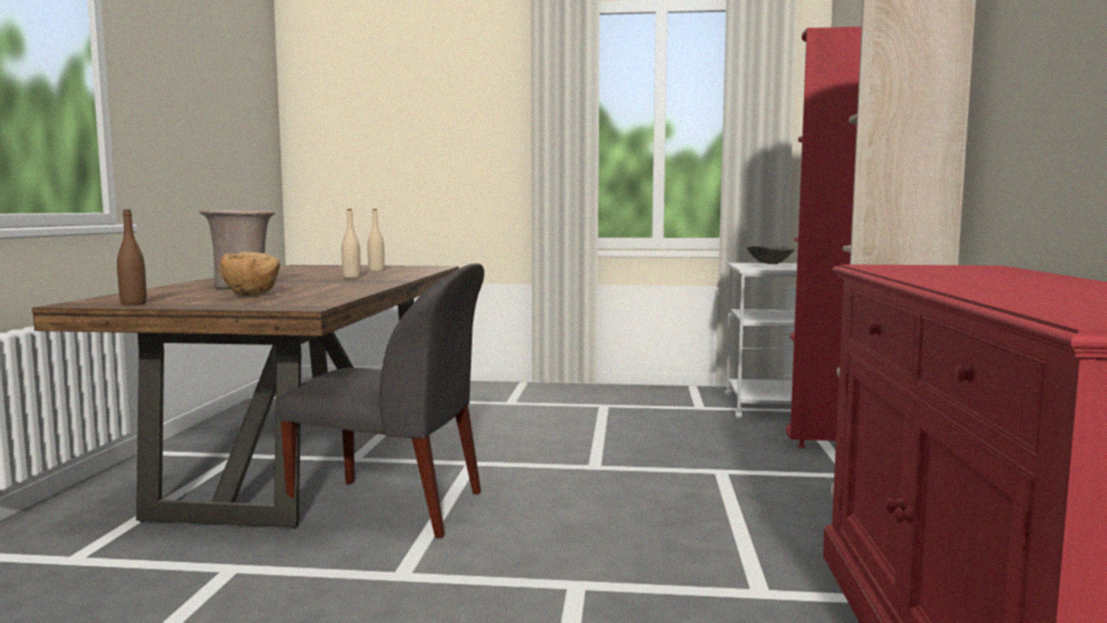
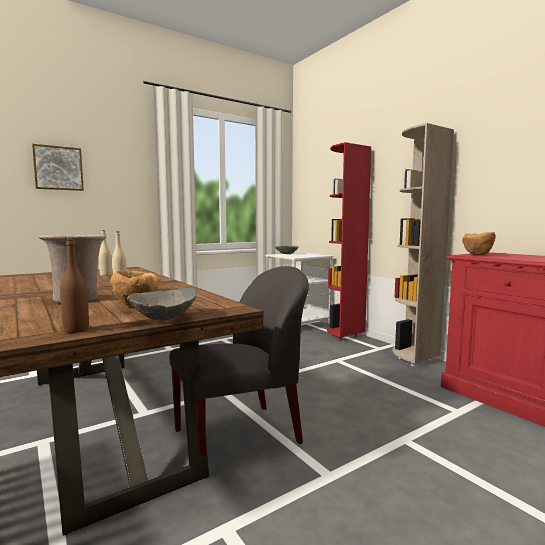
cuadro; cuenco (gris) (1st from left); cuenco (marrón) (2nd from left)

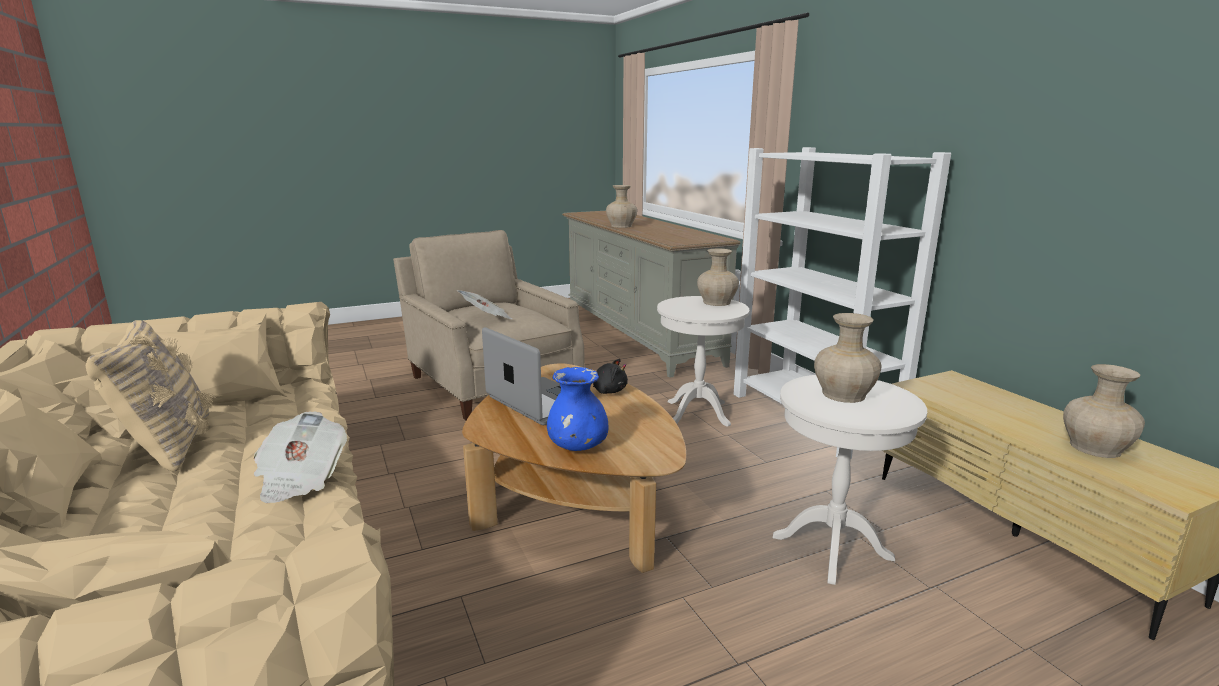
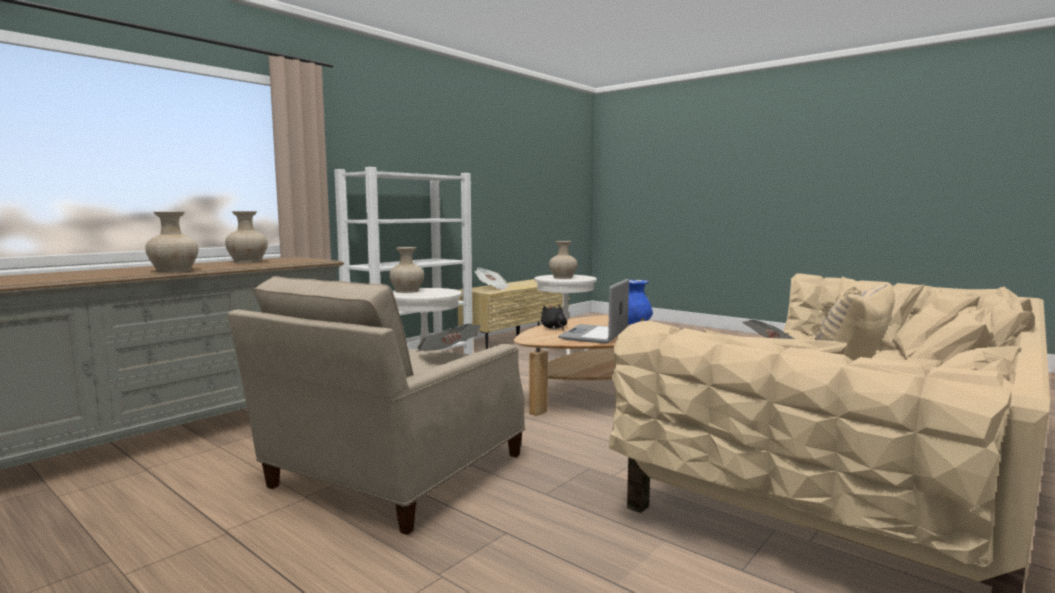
periódico (2nd from left); florero (beis) (2nd from left)

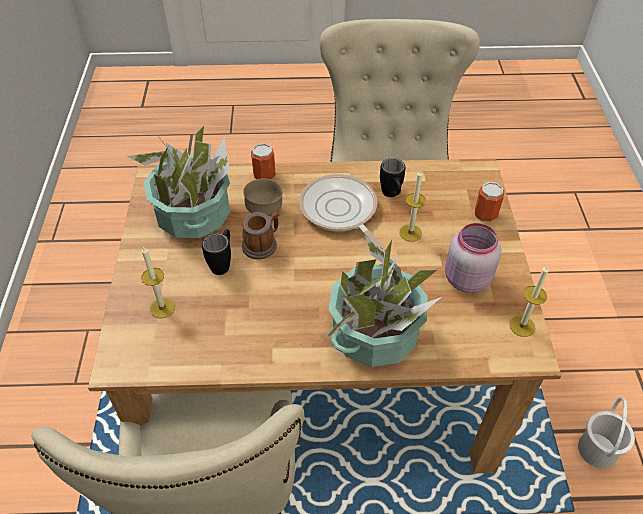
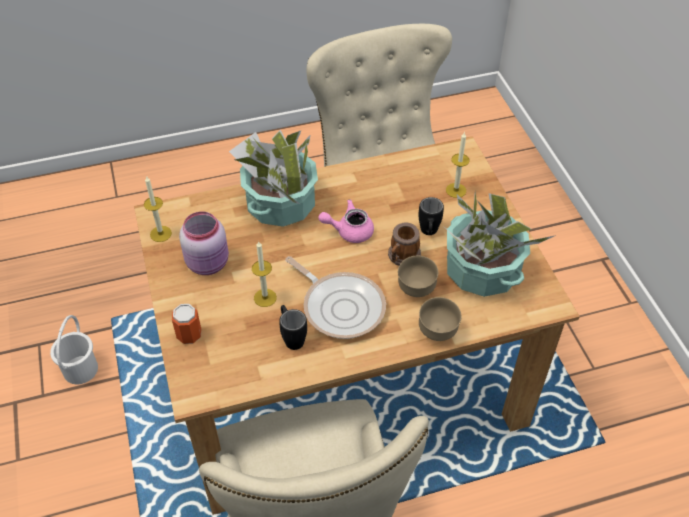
tetera (rosa); cuenco (marrón) (2nd from left)

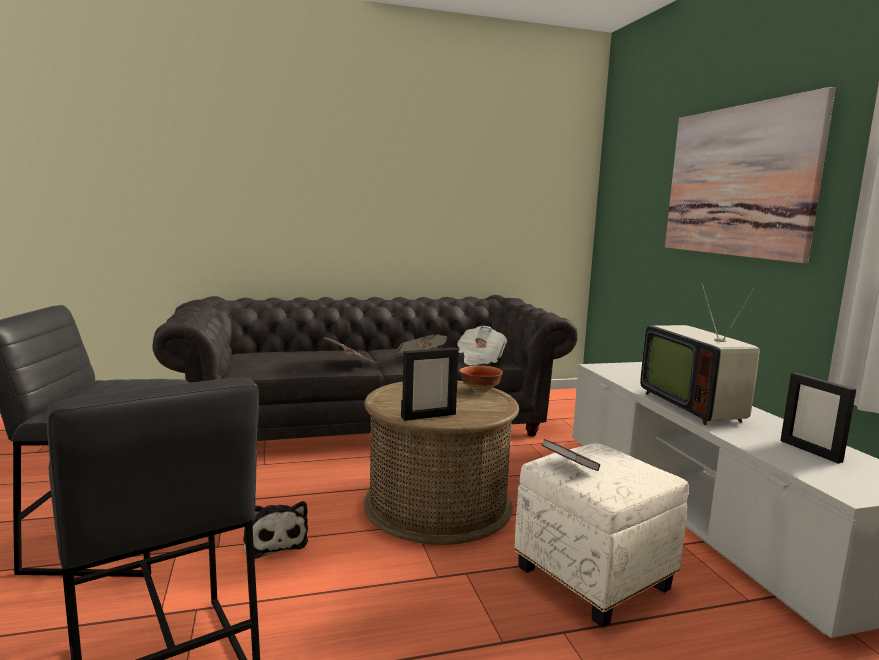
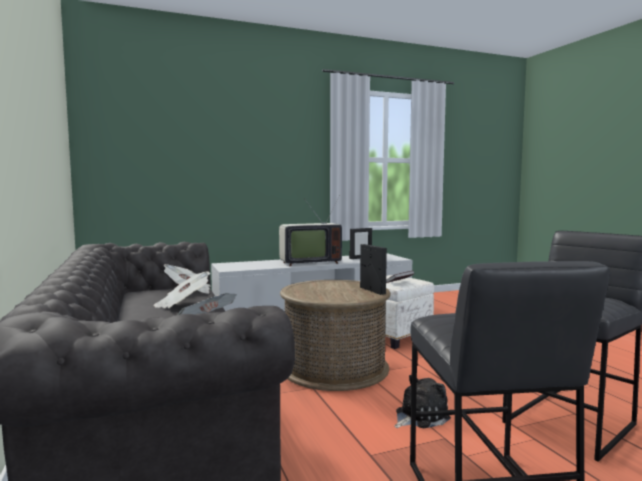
cuenco; cuadro

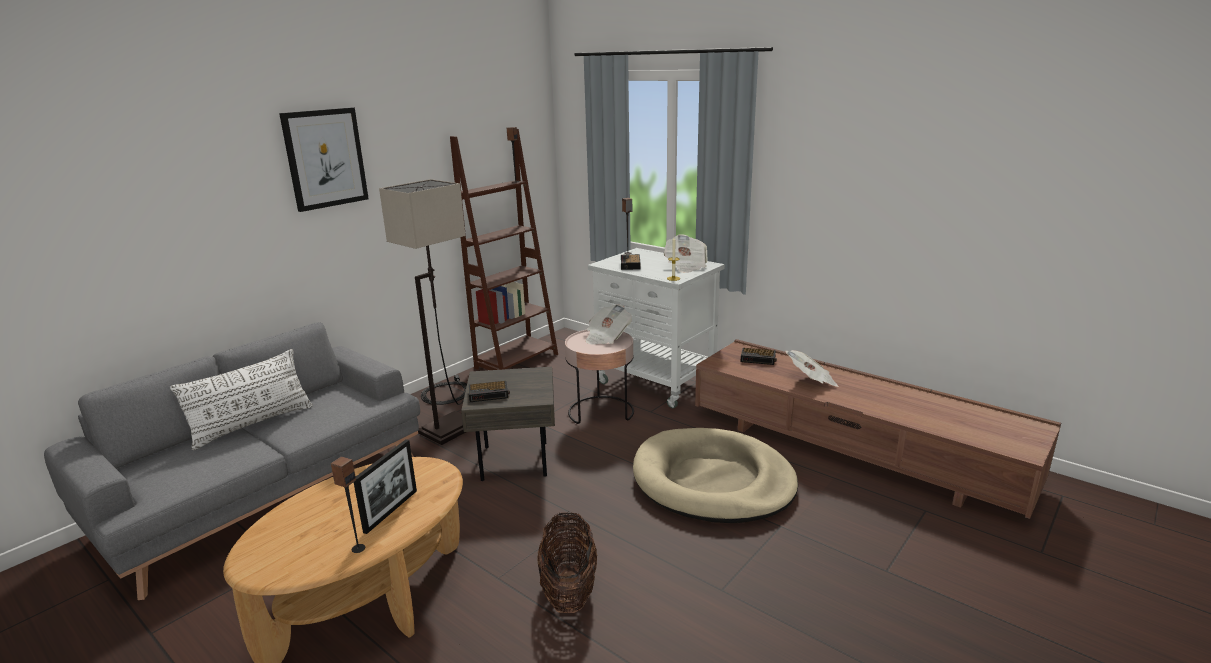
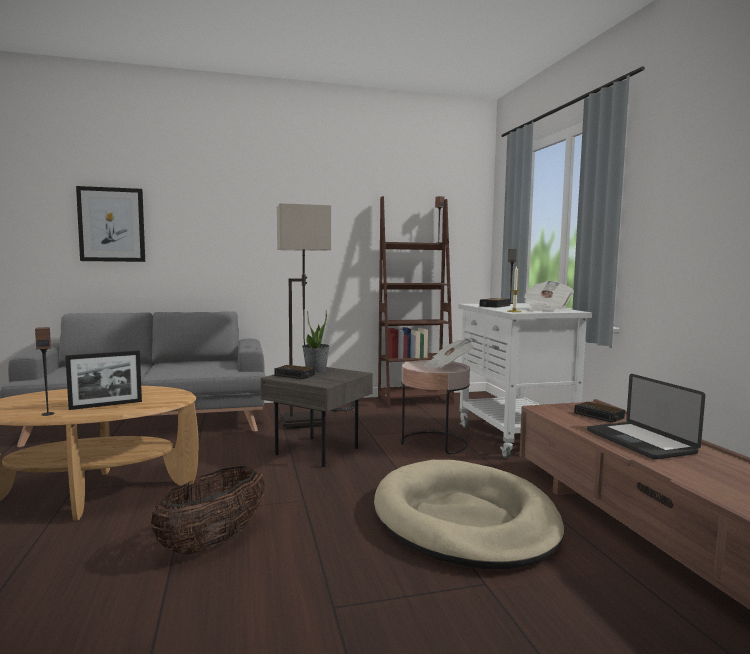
cojín (blanco); planta en maceta; cuadro; portátil

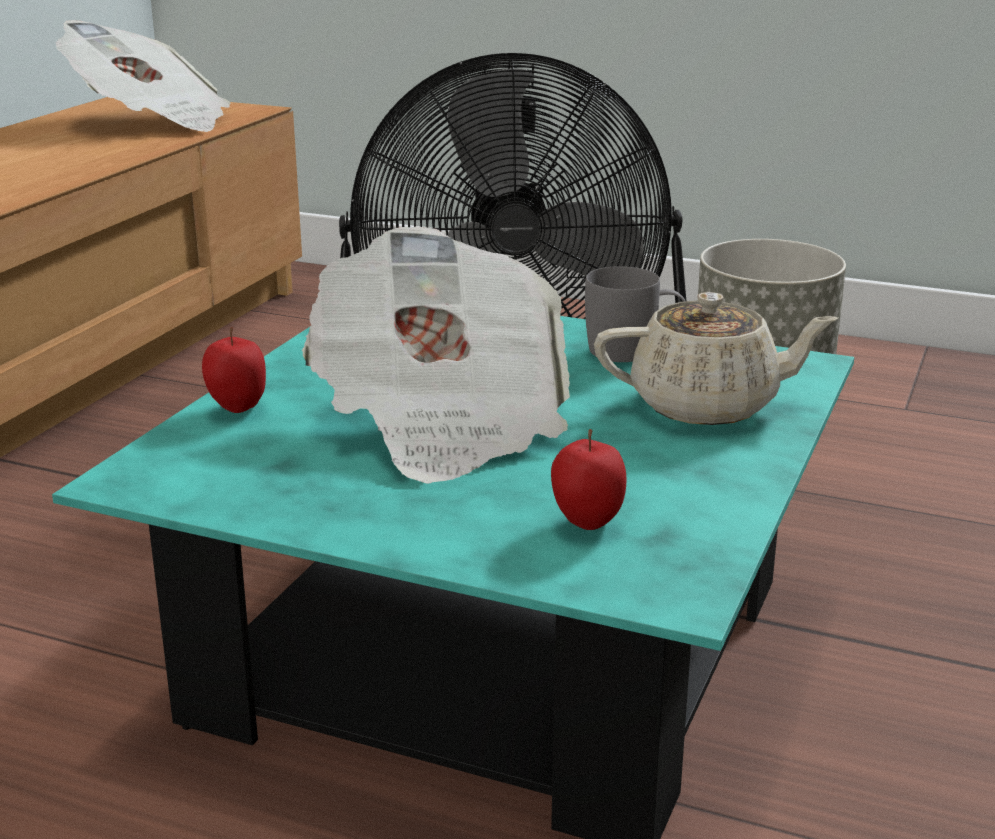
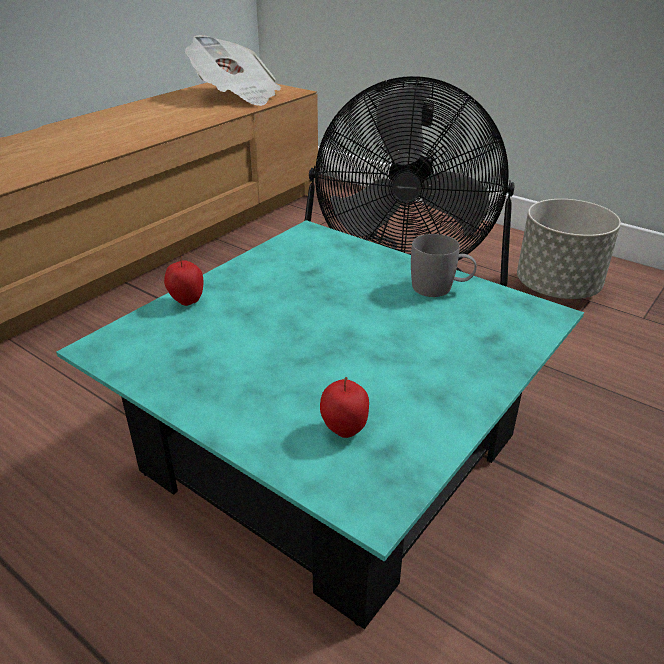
periódico (2nd from left in the first image); tetera (beis)

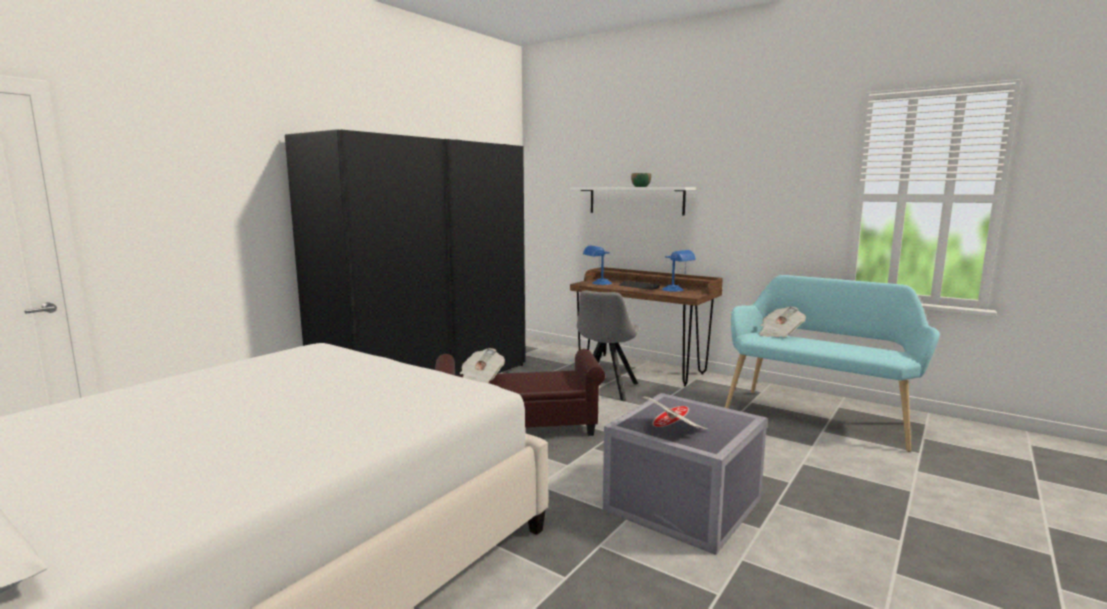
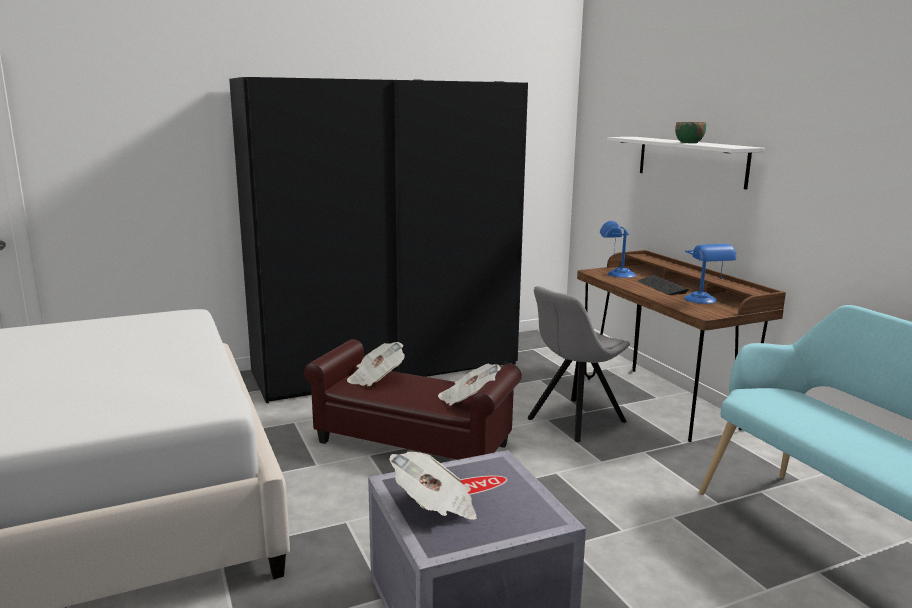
periódico (3rd from left)

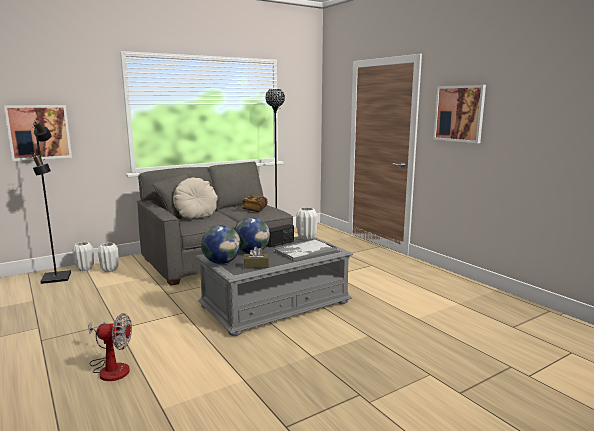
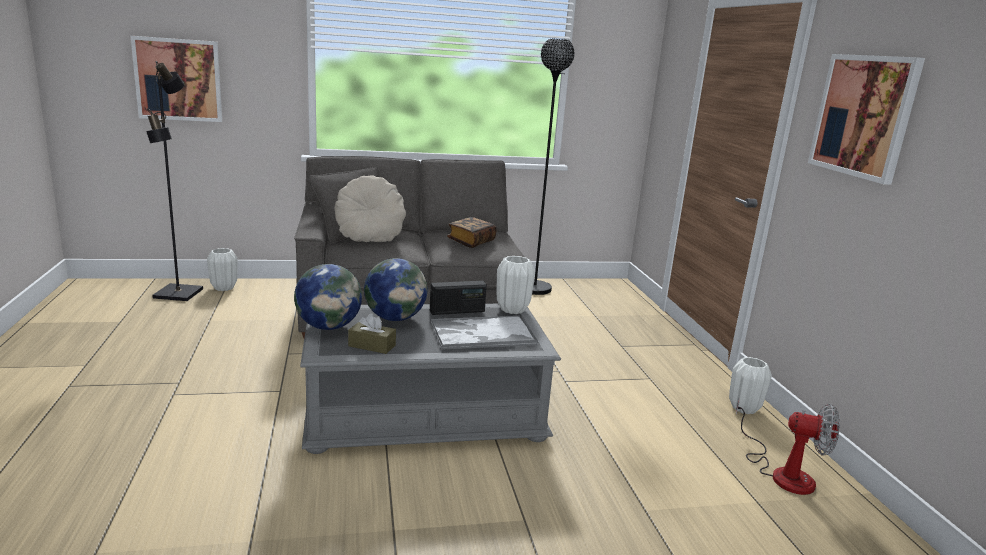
ventilador; florero (blanco) (3rd from left)

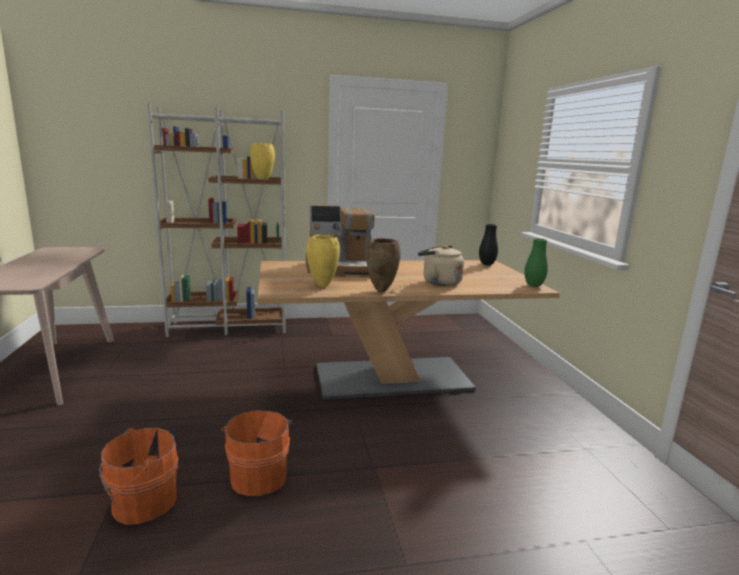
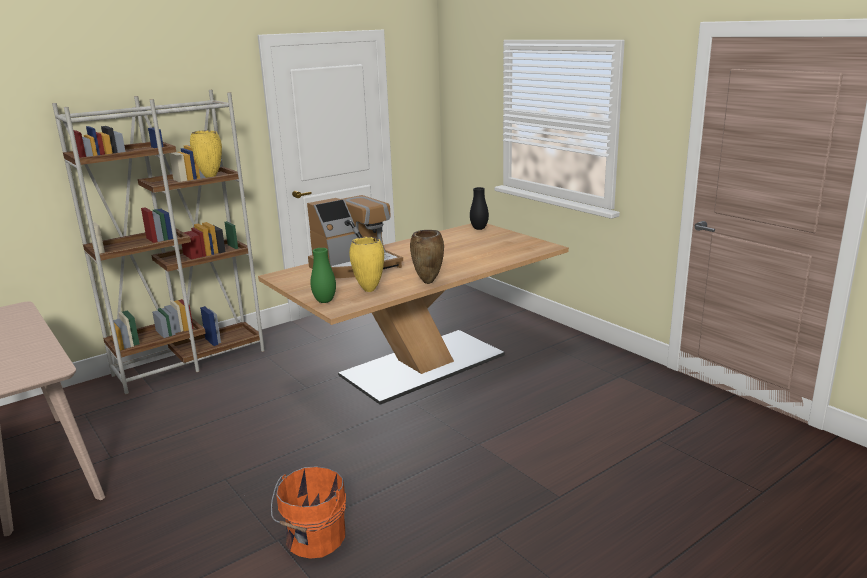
cubo (naranja) (2nd from left in the first image); hervidor (beis); florero (verde)

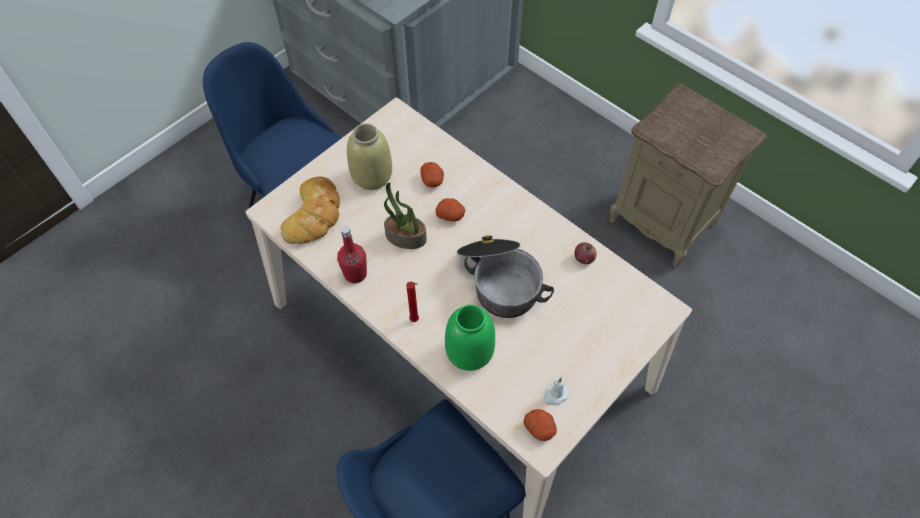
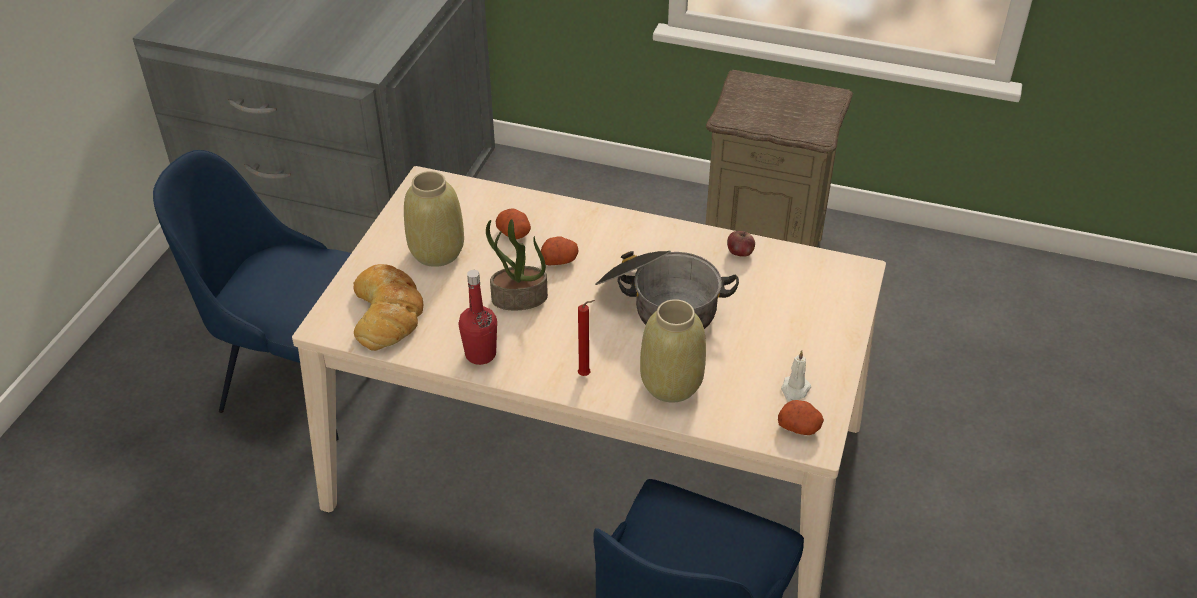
florero (beis) (2nd from left)

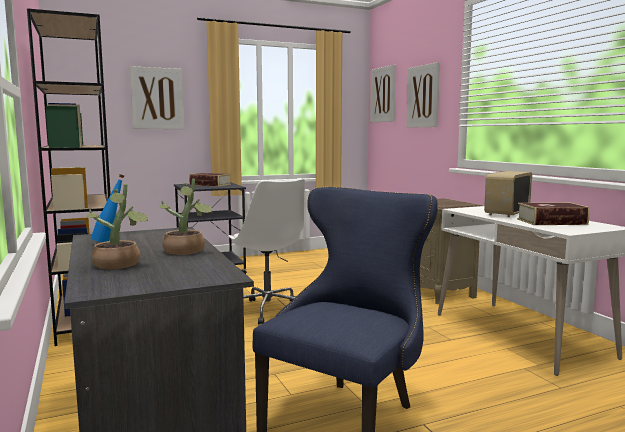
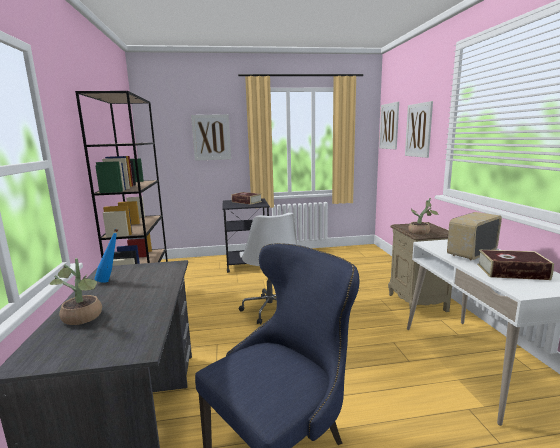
planta en maceta (2nd from left)

